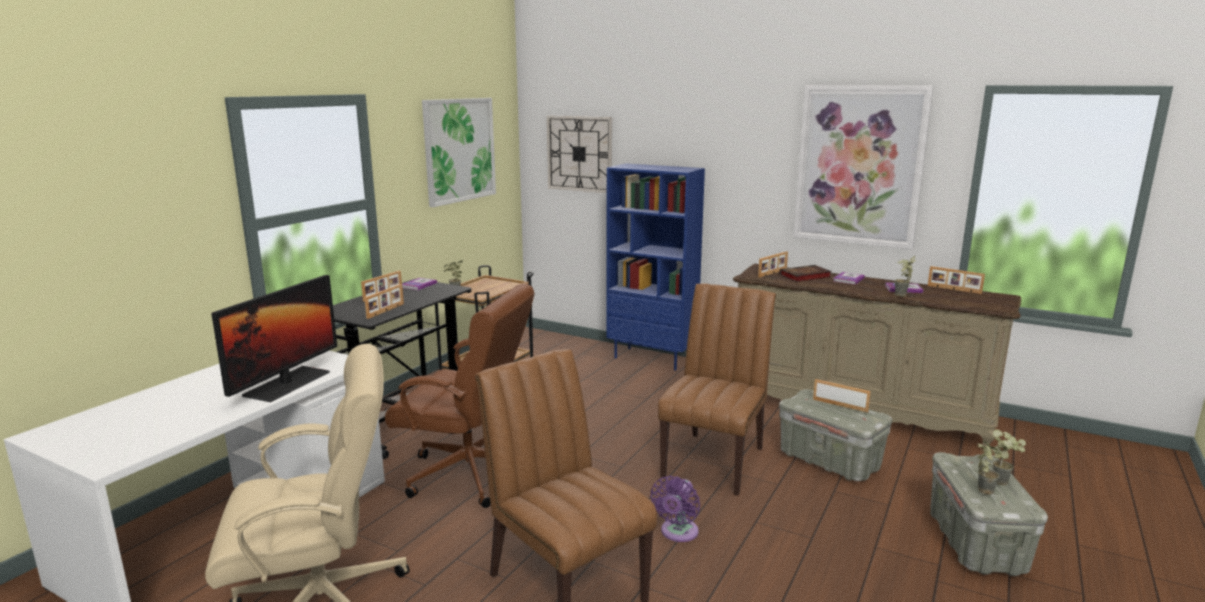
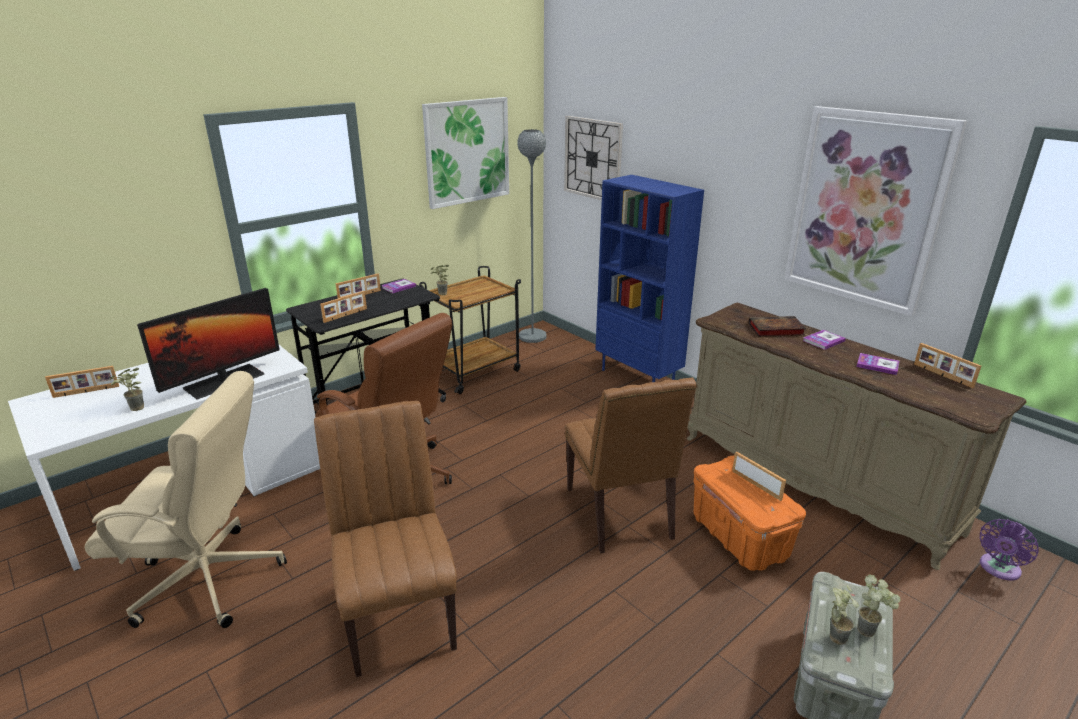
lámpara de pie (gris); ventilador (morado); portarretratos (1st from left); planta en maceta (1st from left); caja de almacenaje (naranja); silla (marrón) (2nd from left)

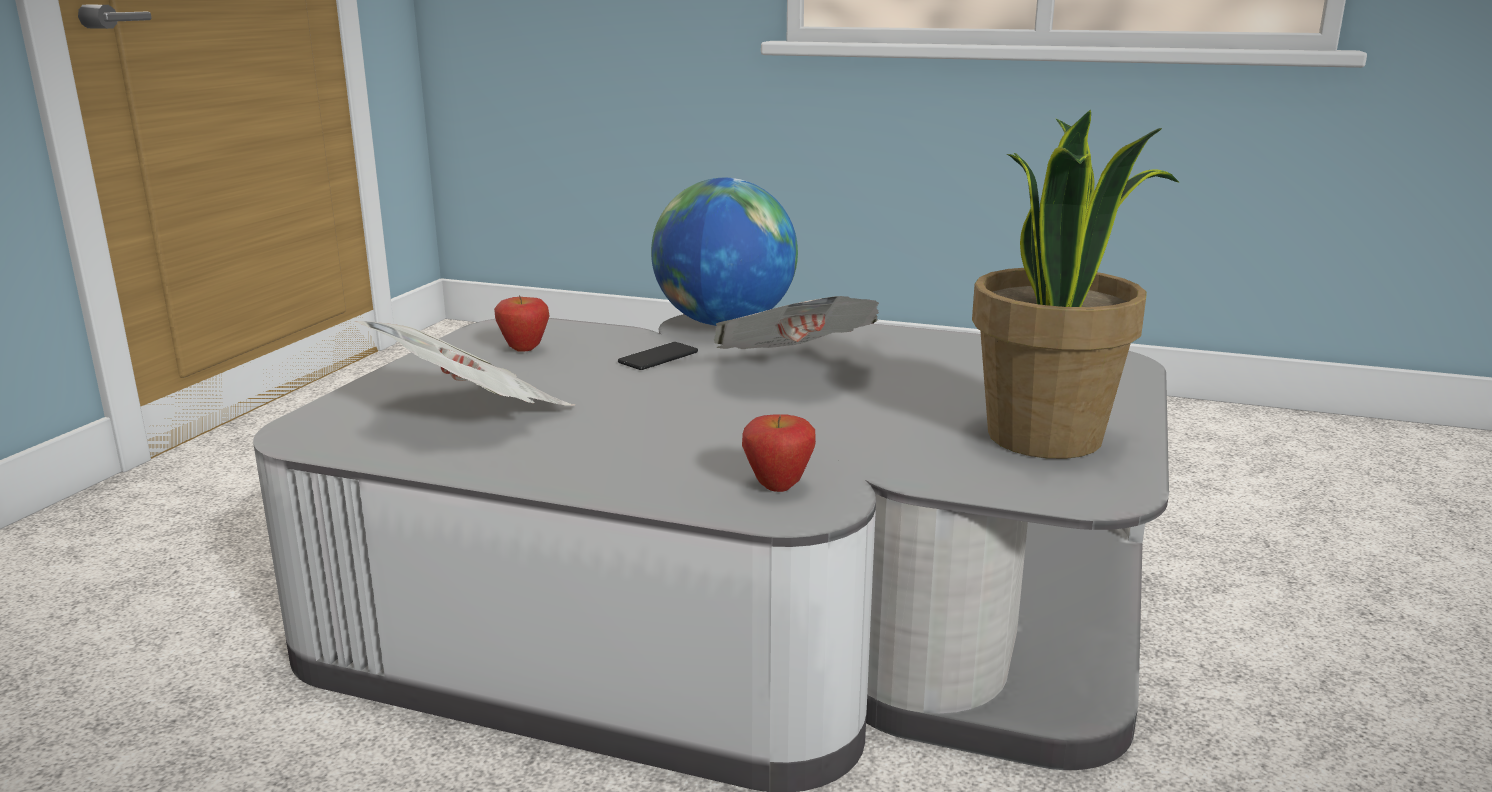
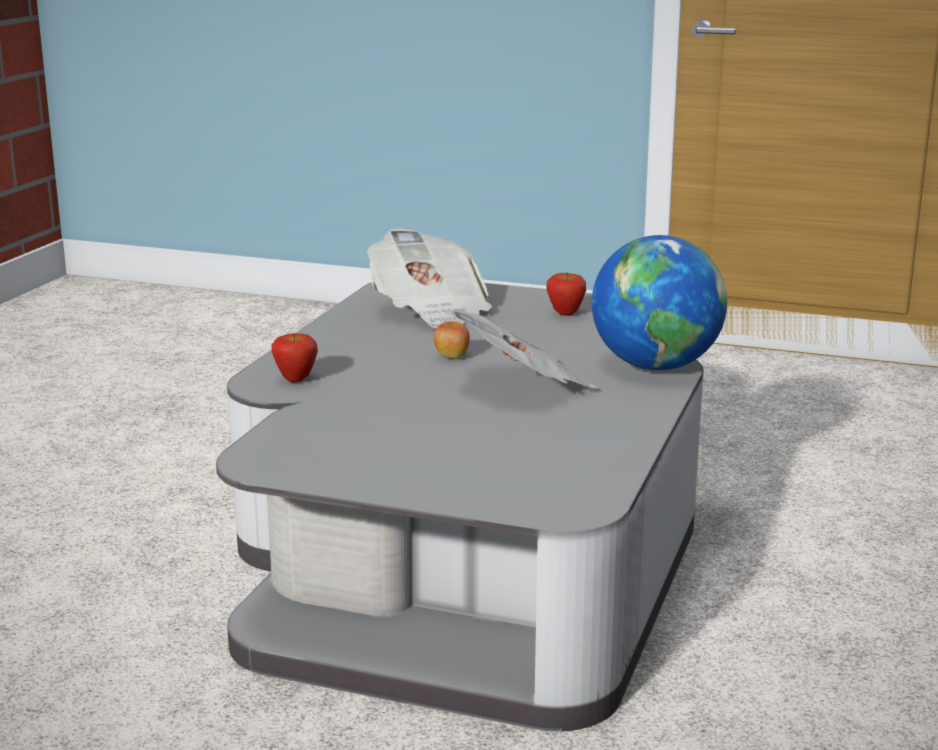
móvil; planta en maceta; manzana (2nd from left)

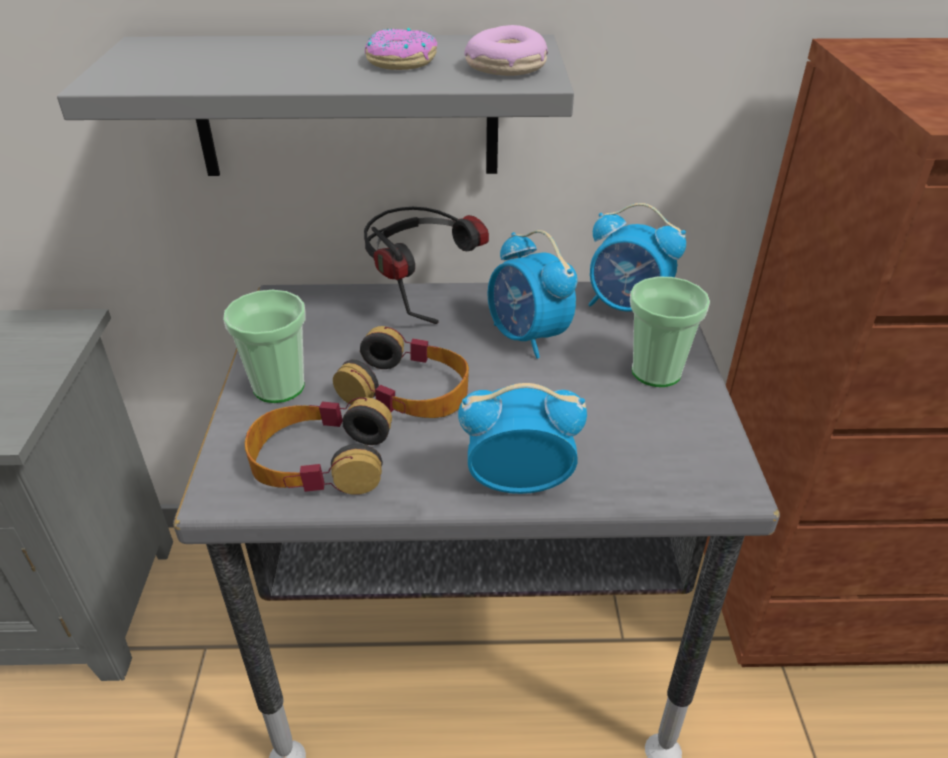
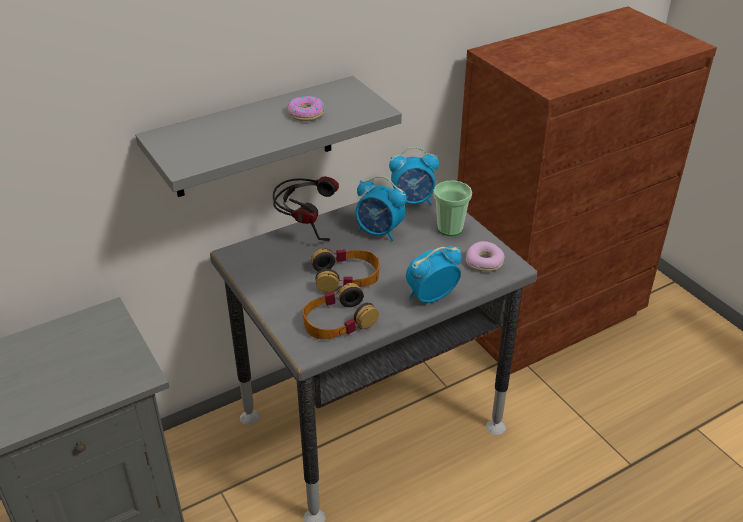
taza (1st from left in the first image); rosquilla (2nd from left)

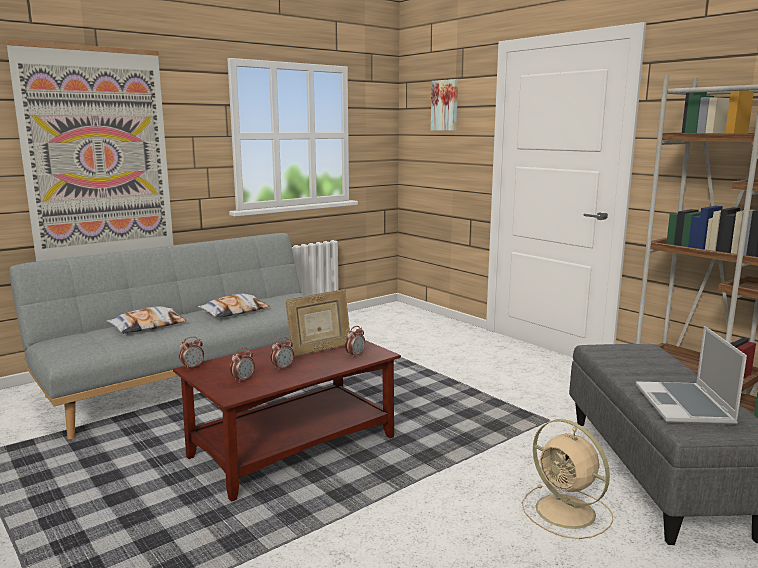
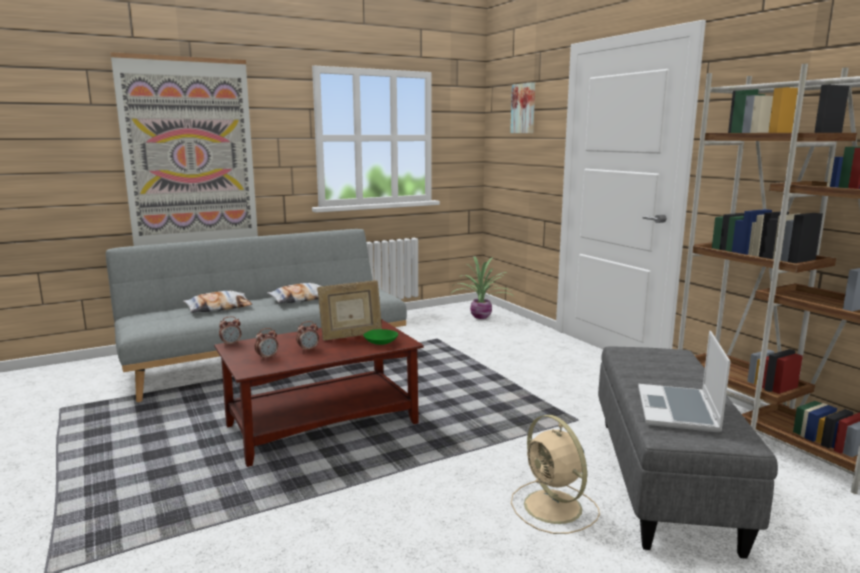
planta en maceta; cuenco (verde)

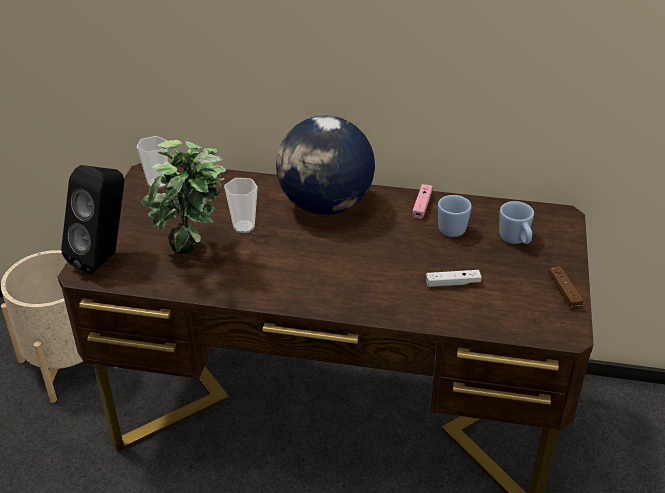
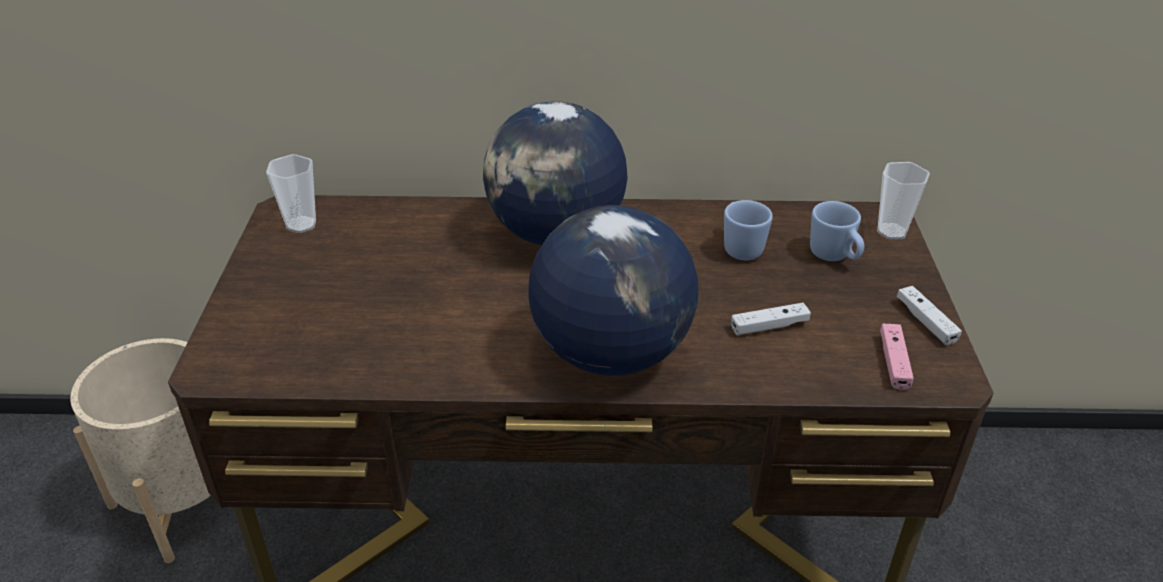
altavoz (negro); planta en maceta; globo terráqueo (2nd from left); taza (2nd from left); mando de consola (rosa); mando de consola (blanco) (2nd from left)

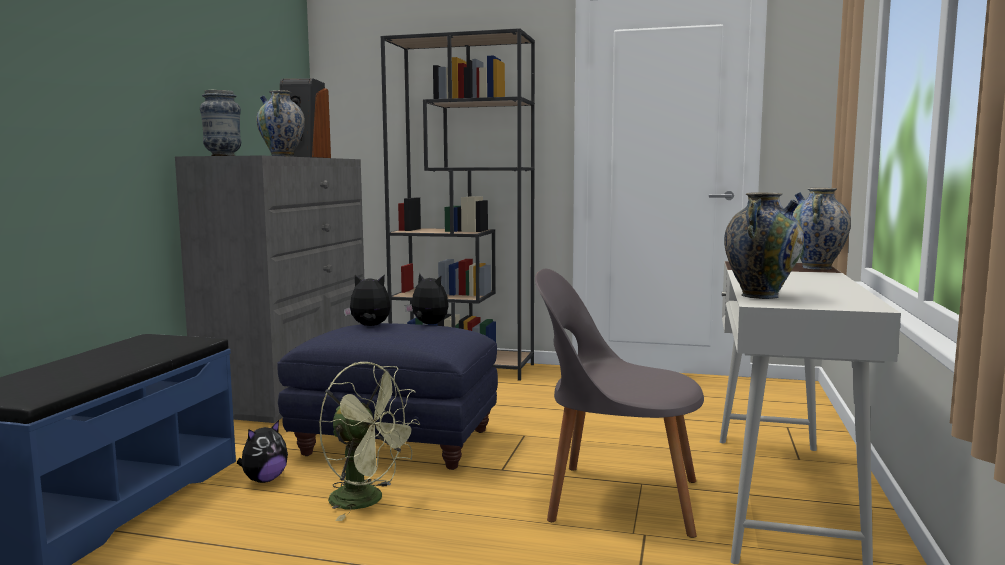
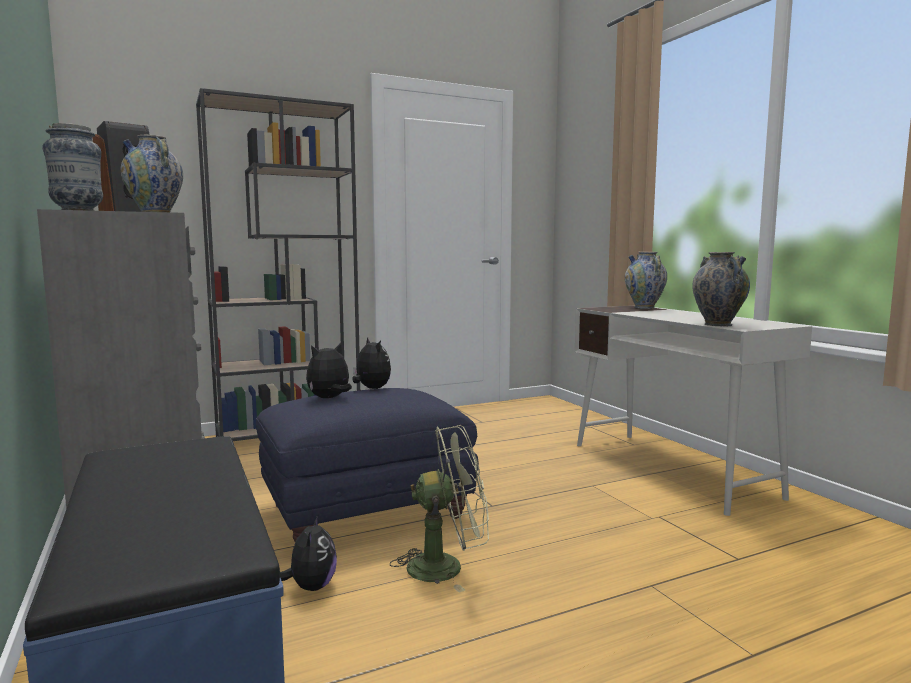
silla (gris); peluche (3rd from left)

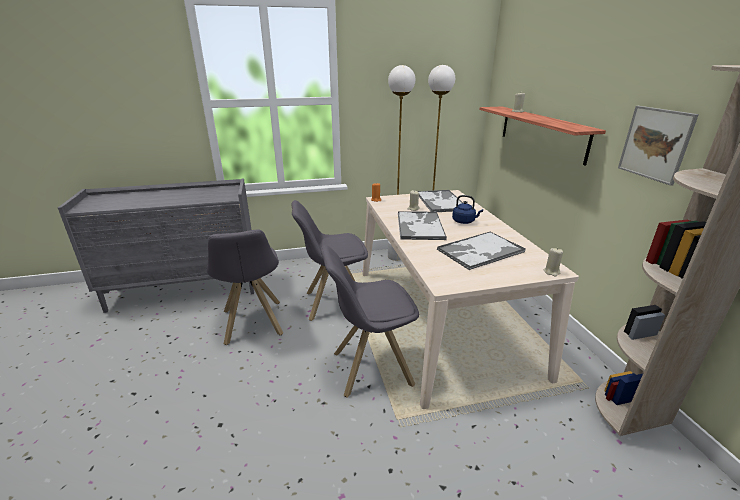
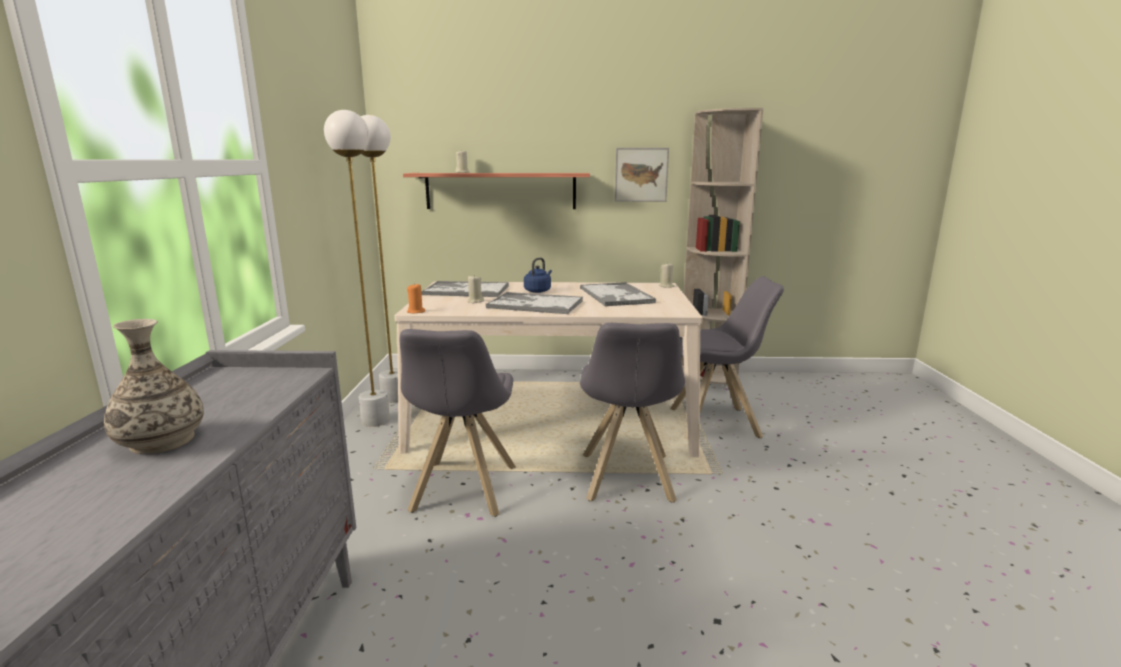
florero; silla (gris) (3rd from left)

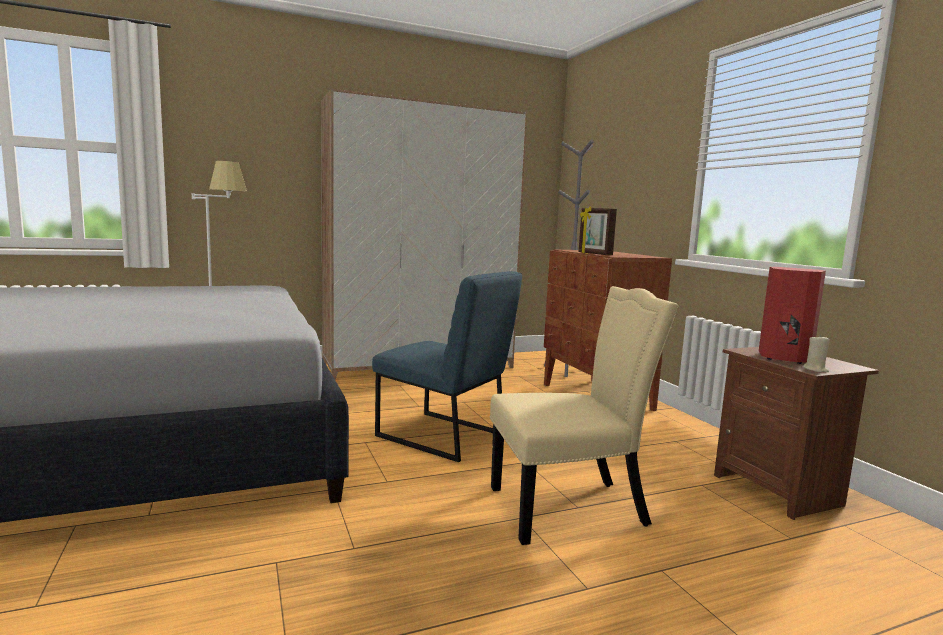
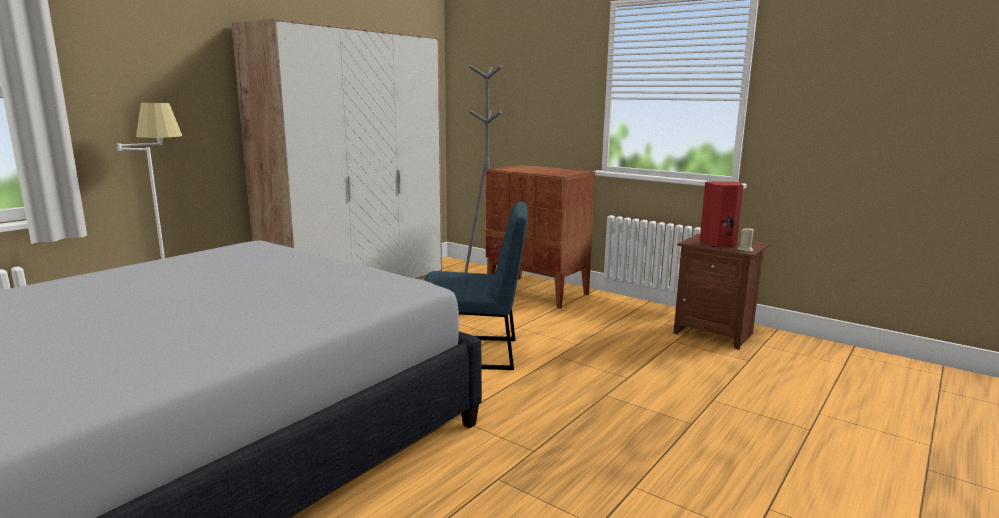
silla (beis); portarretratos

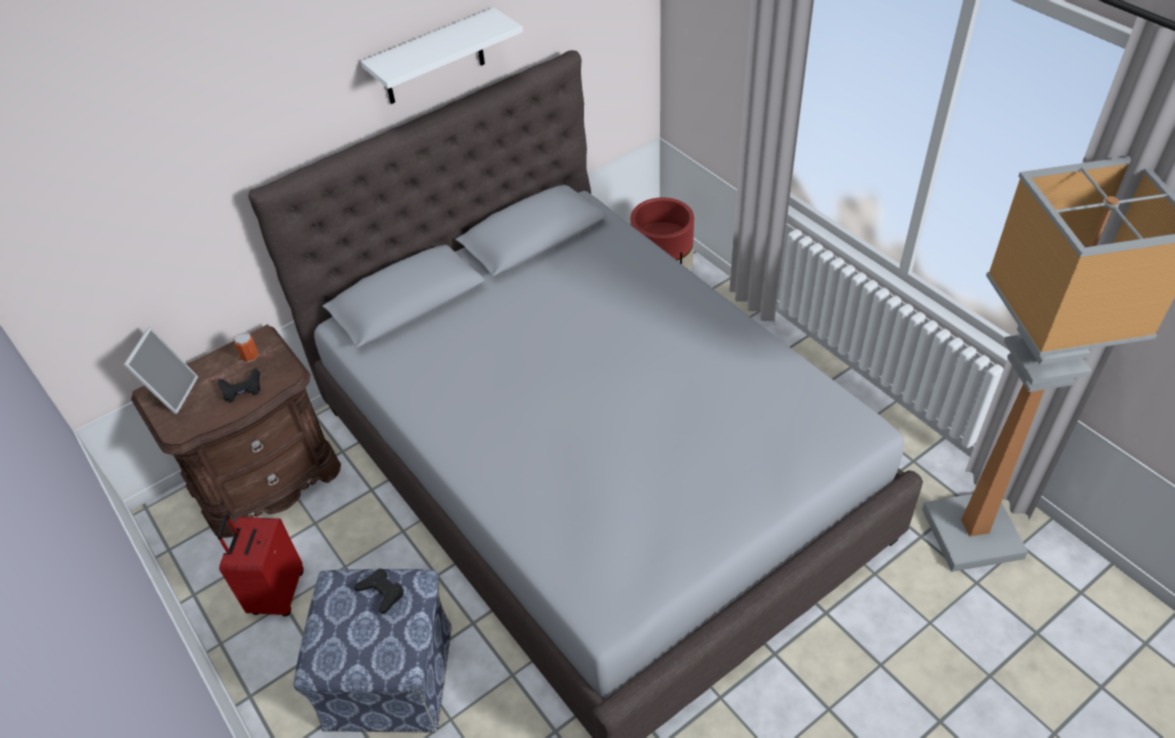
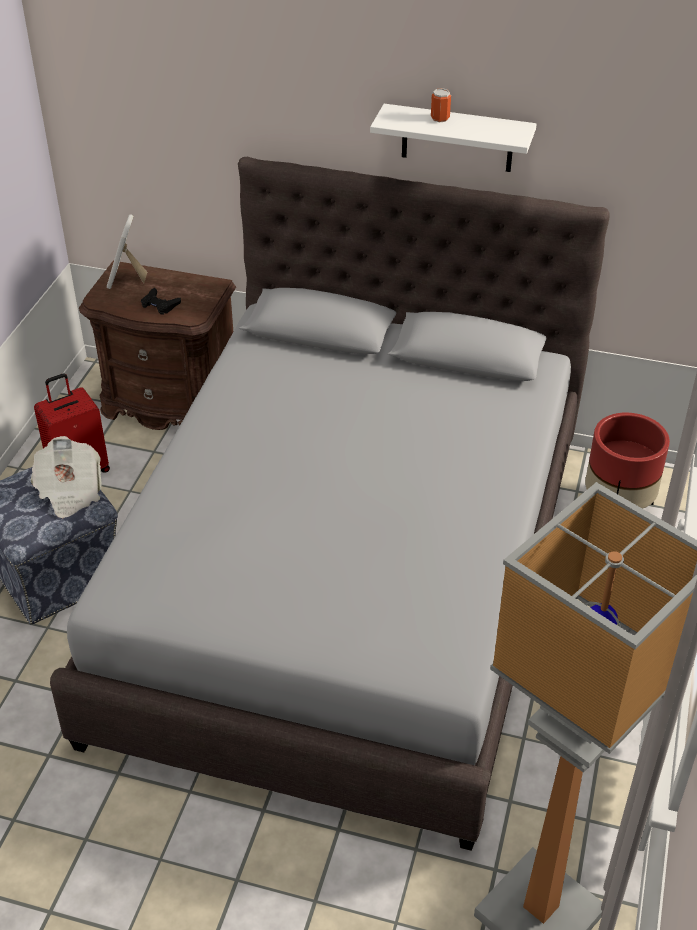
lata; periódico; portarretratos

